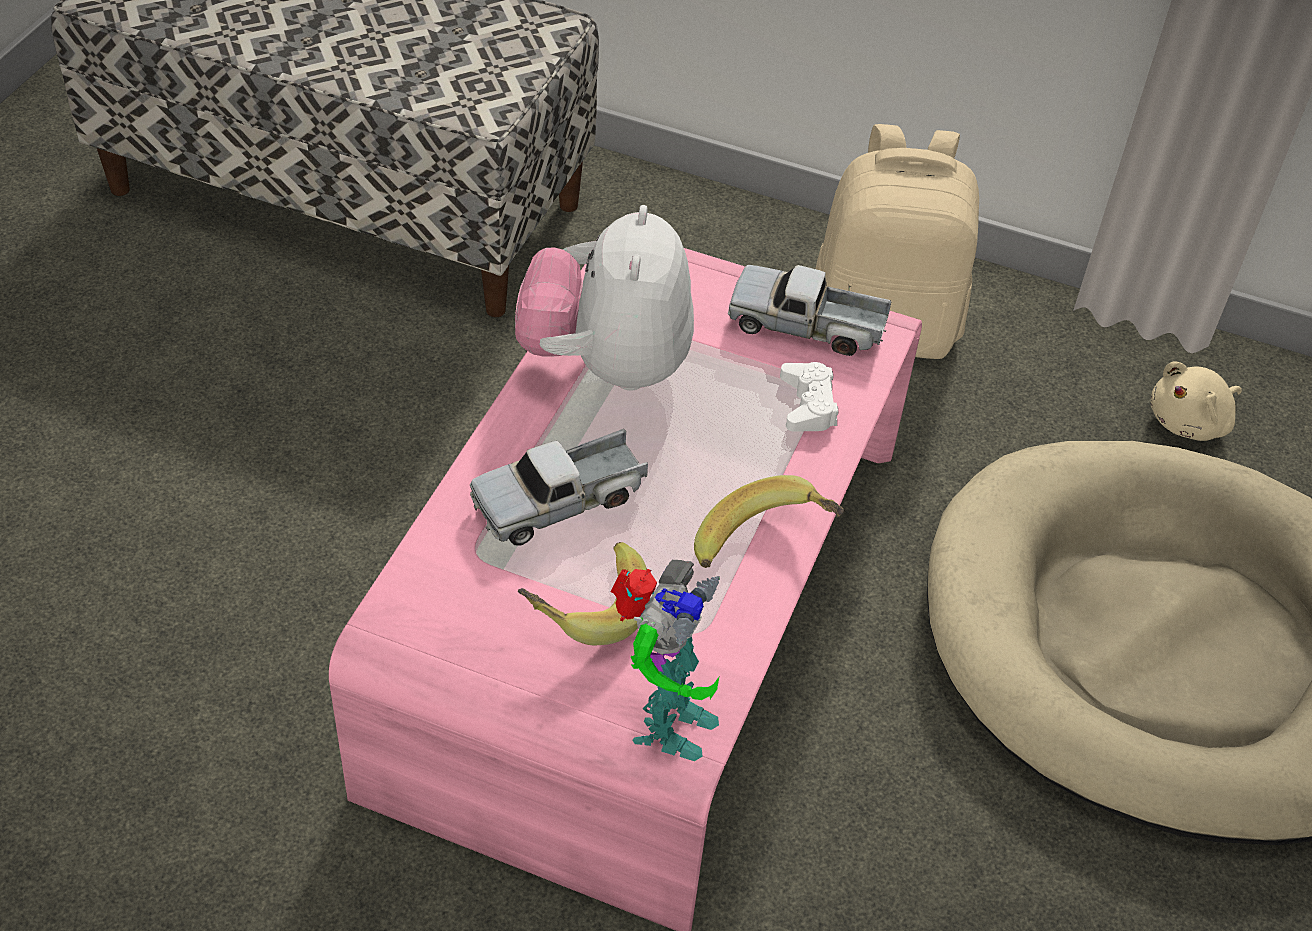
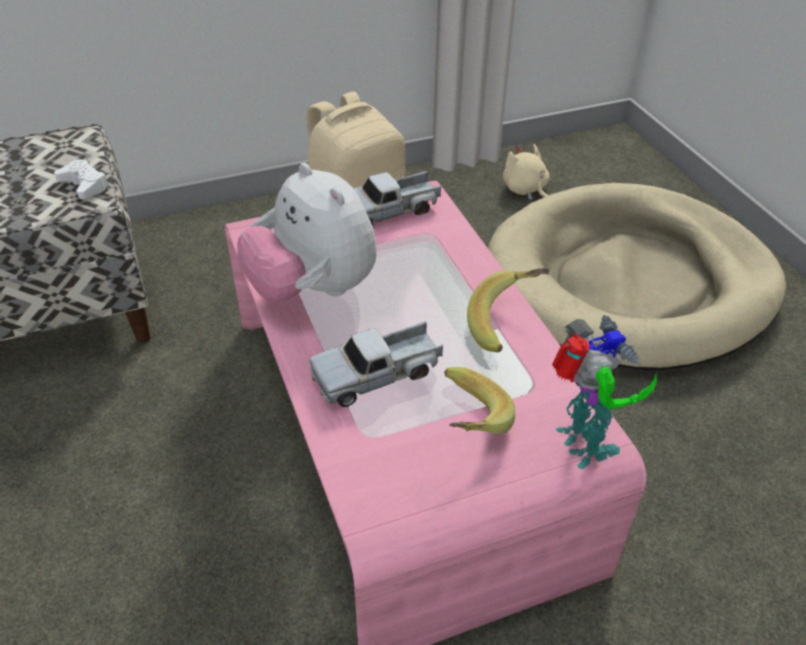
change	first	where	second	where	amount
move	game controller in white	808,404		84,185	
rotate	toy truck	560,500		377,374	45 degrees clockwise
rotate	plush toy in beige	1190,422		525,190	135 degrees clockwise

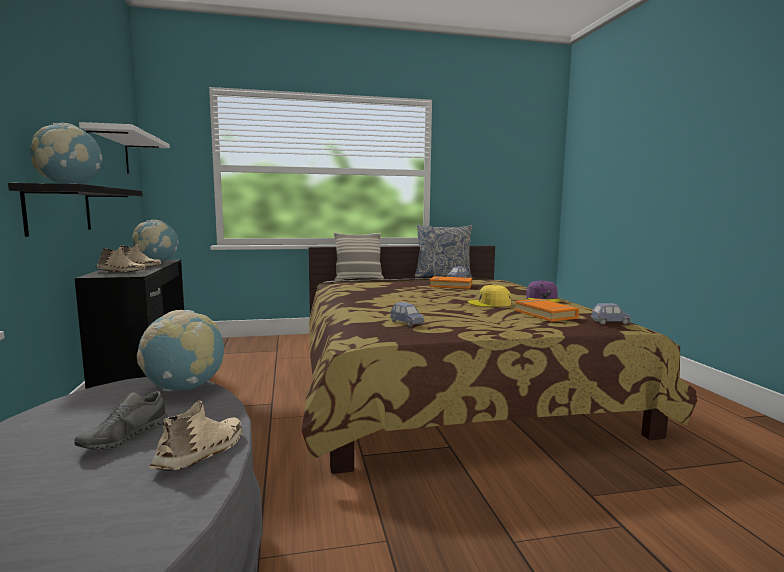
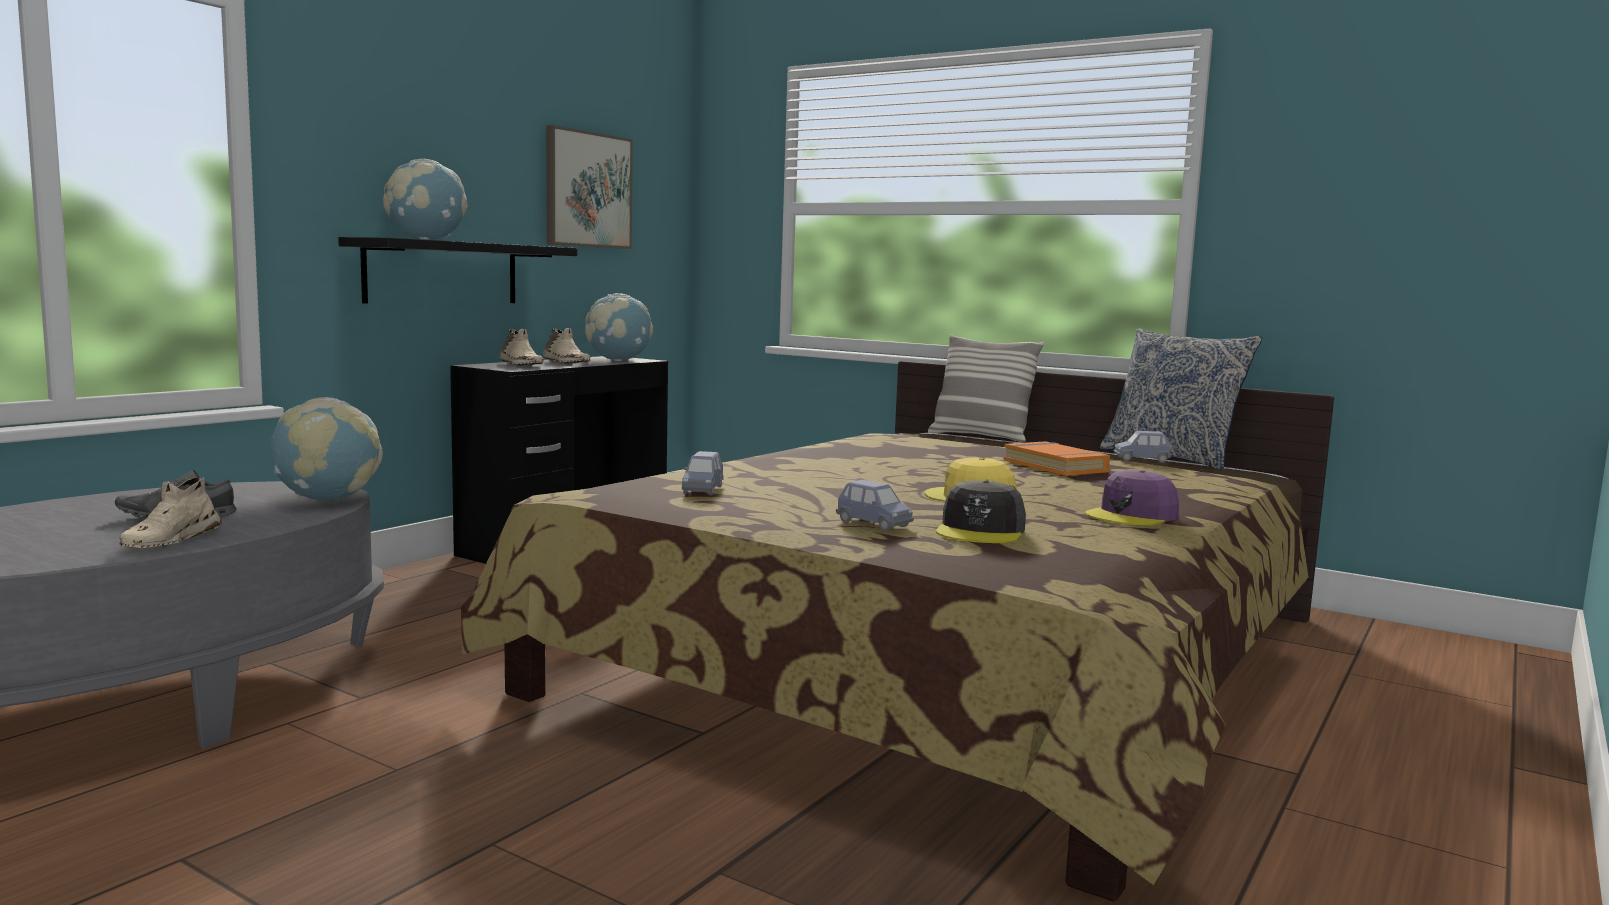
change	first	where	second	where	amount
move	toy car in blue	610,322		873,524	
replace	shelf in white	109,151	picture	588,190	
replace	book in orange	545,314	cap in grey	981,531	
rotate	shoe in beige	203,453		169,541	120 degrees clockwise

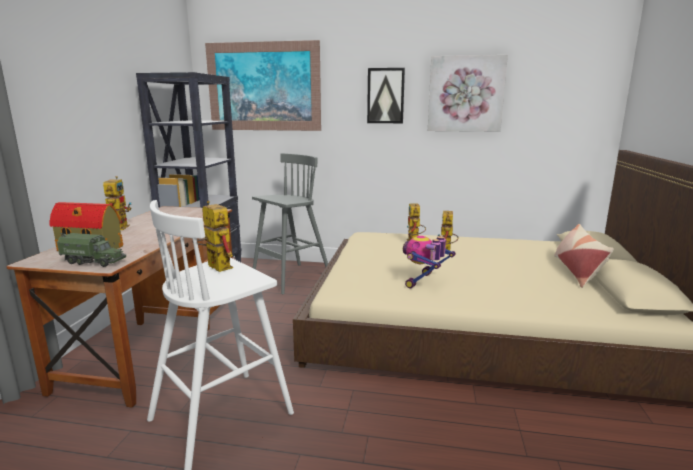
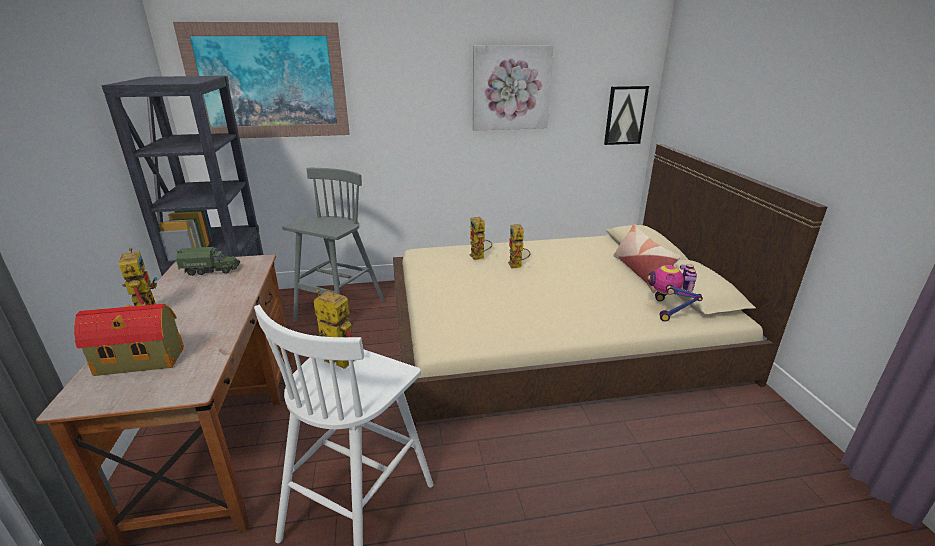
change	first	where	second	where	amount
move	toy truck	94,261		211,270	
move	picture	385,96		625,115	
move	toy robot	424,282		668,310	

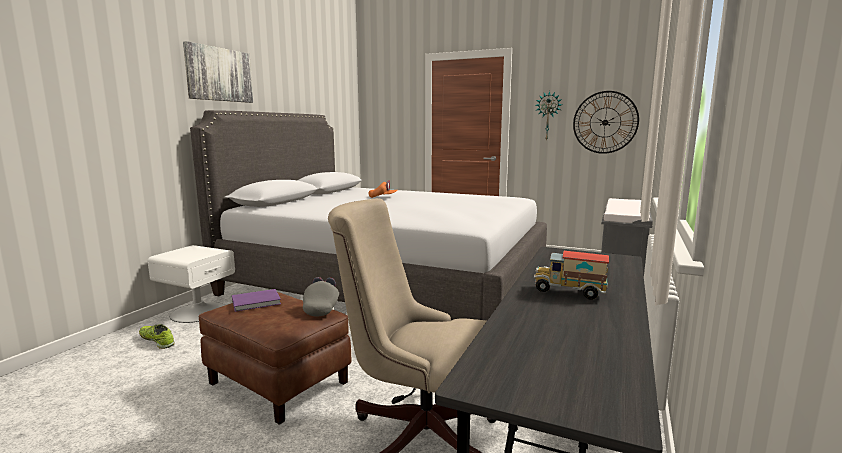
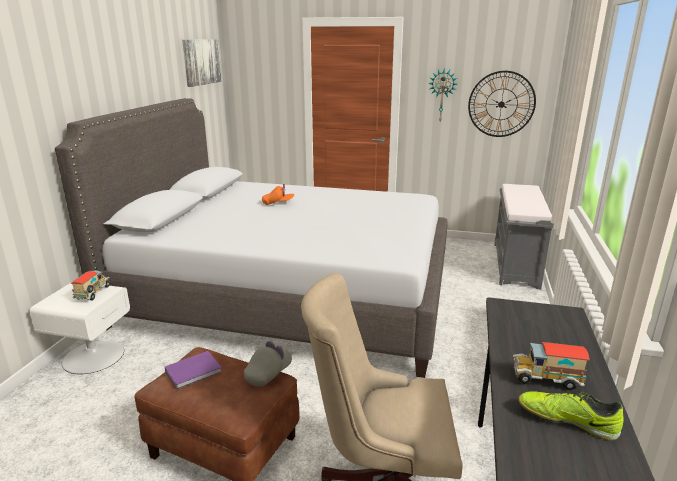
change	first	where	second	where	amount
insert			toy truck	93,294	
move	shoe	157,341		566,420	
move	picture	219,74		201,62	
rotate	cap in grey	322,308		268,373	45 degrees clockwise

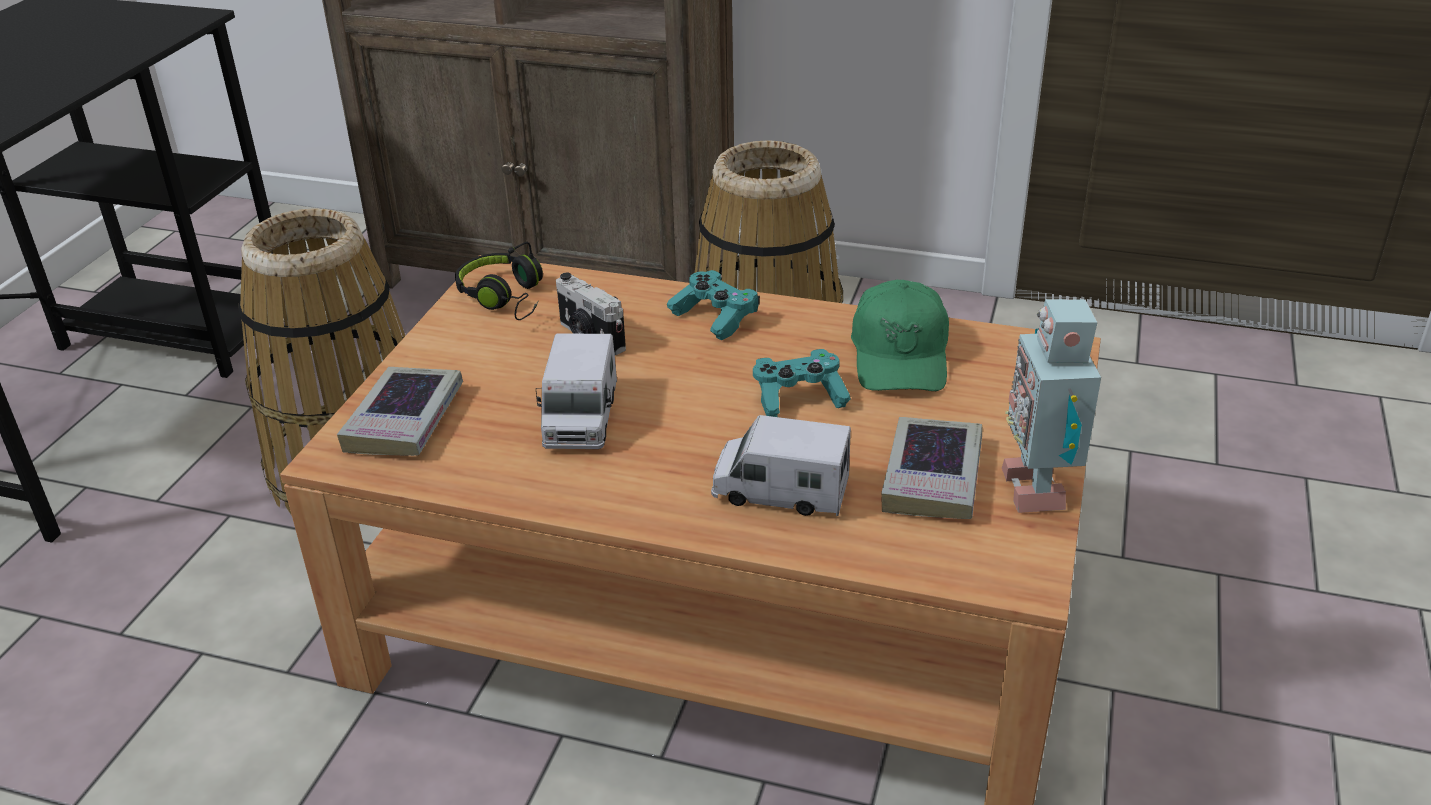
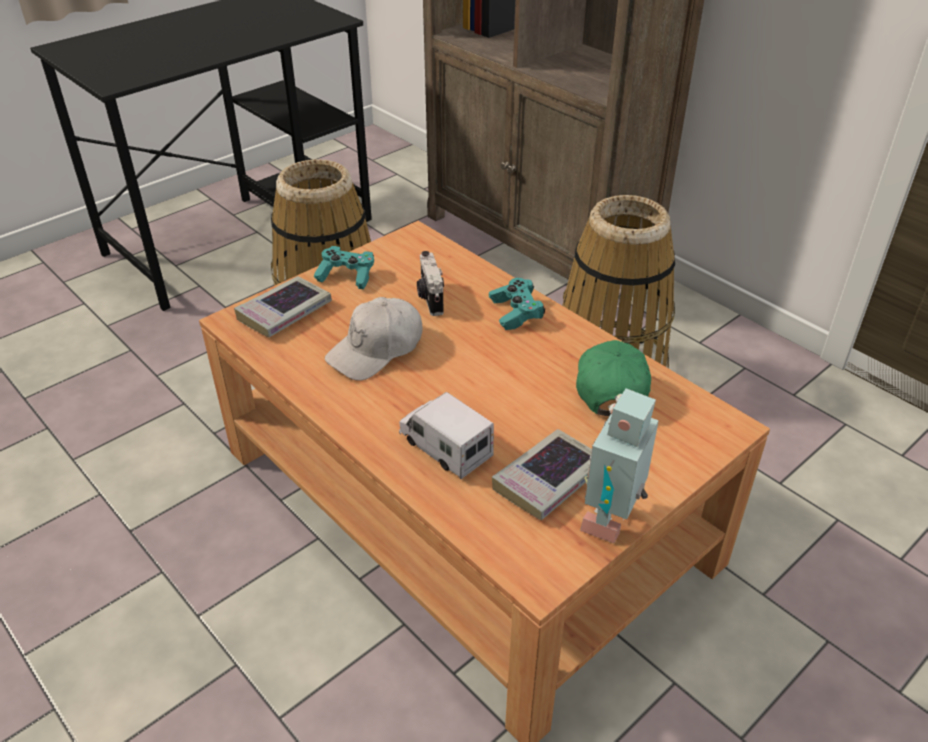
change	first	where	second	where	amount
delete	headphones in black	506,298			
move	game controller in turquoise	798,398		347,276	
replace	toy truck	580,418	cap in white	376,350	
rotate	cap in green	900,355		610,385	150 degrees clockwise

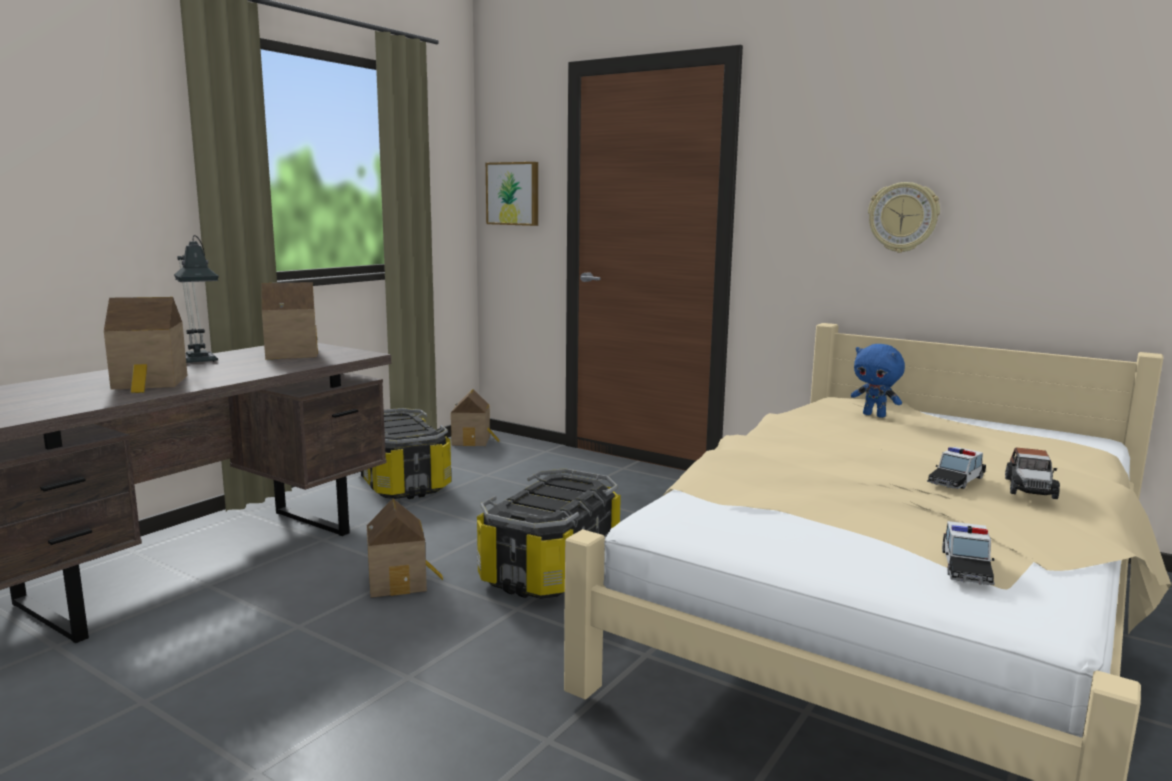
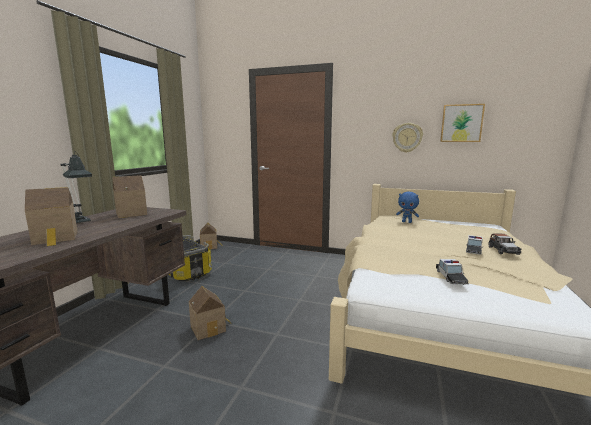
change	first	where	second	where	amount
delete	storage box	552,569			
move	picture	514,193		461,123	
move	toy car	965,567		450,277	

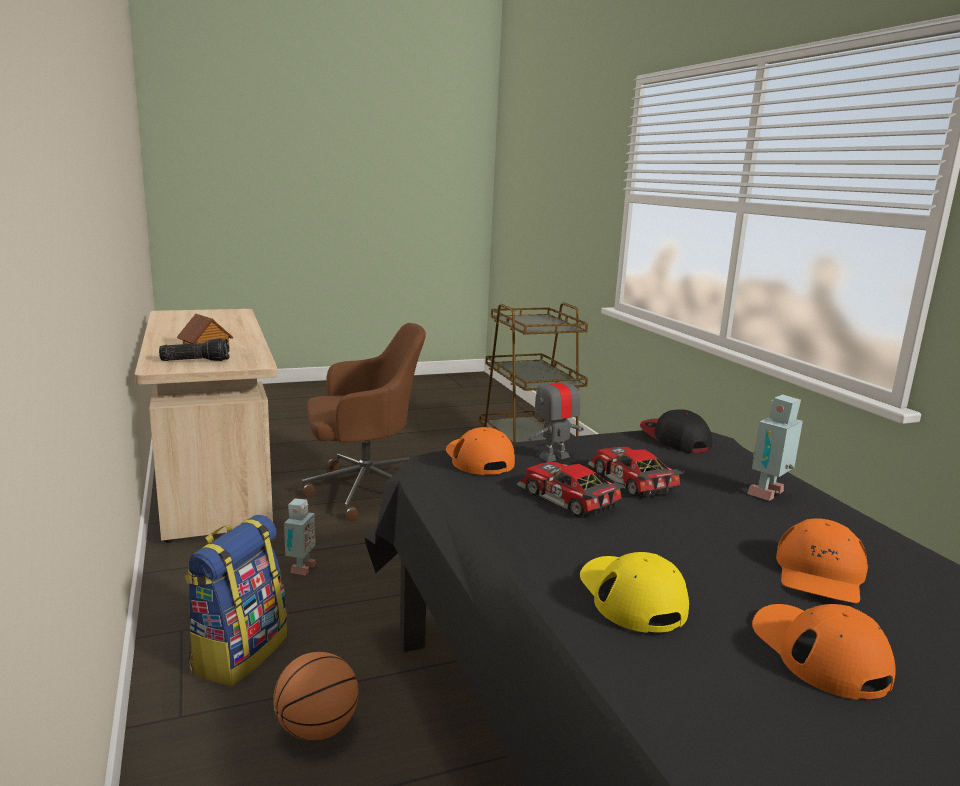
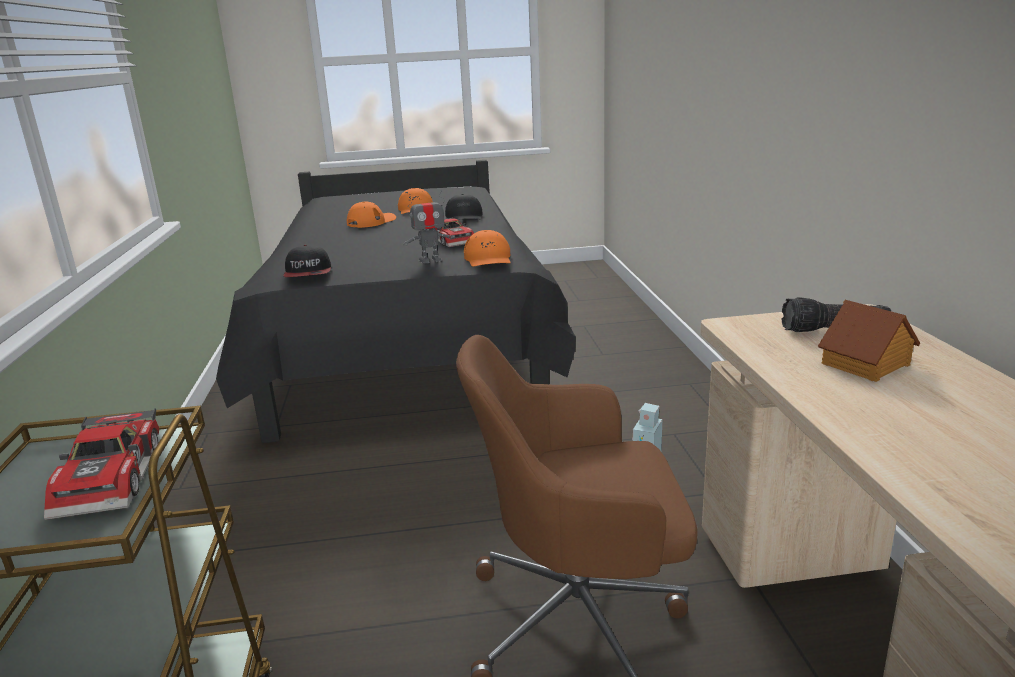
change	first	where	second	where	amount
delete	backpack	239,653			
delete	basketball	317,729			
delete	toy robot	769,494			
move	toy car	630,481		115,477	
recolor	cap in yellow	631,596	cap in black	464,217	

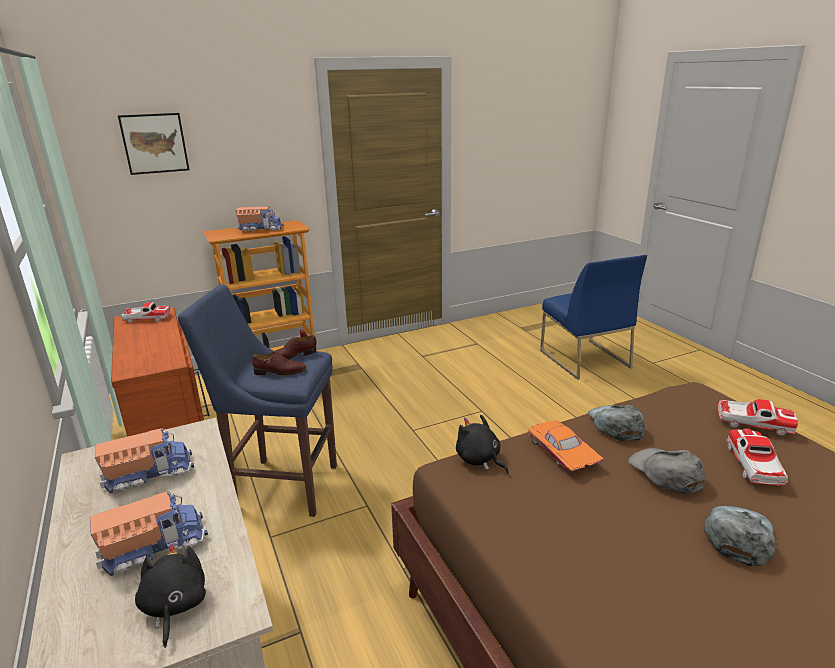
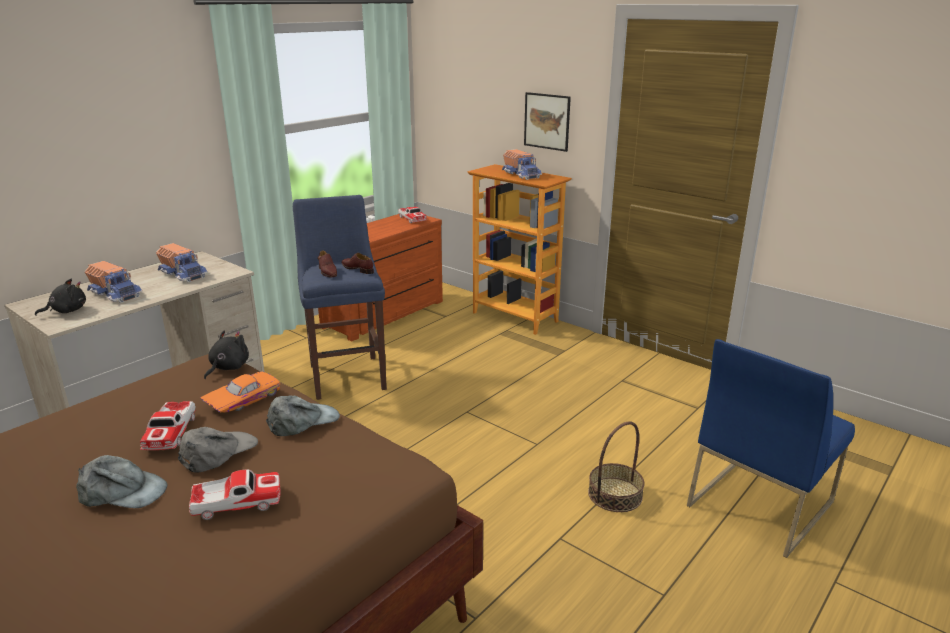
change	first	where	second	where	amount
insert			basket	615,495	
move	picture	154,143		547,121	
move	toy car	753,423		170,432	

